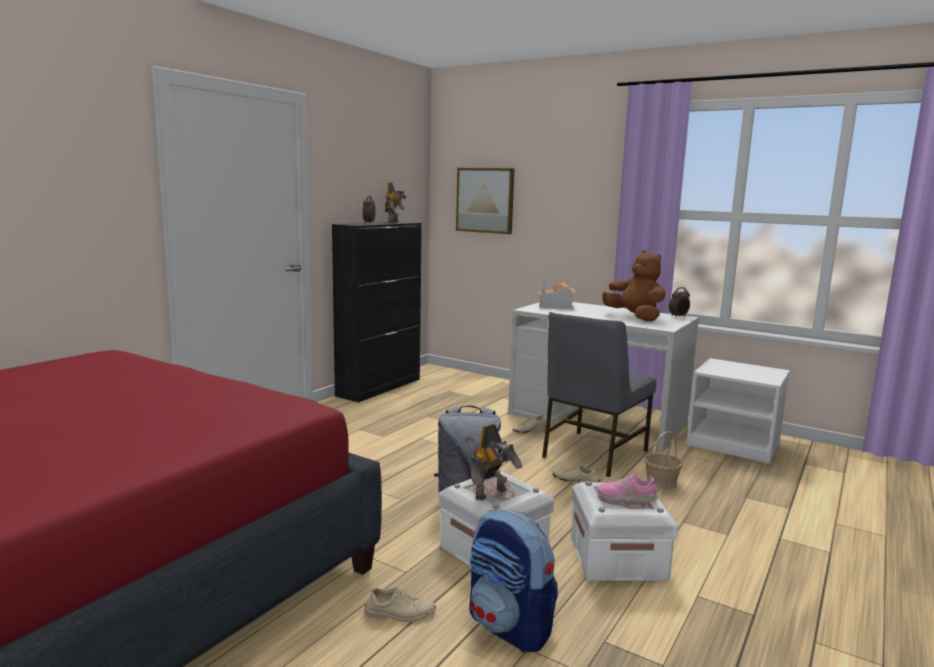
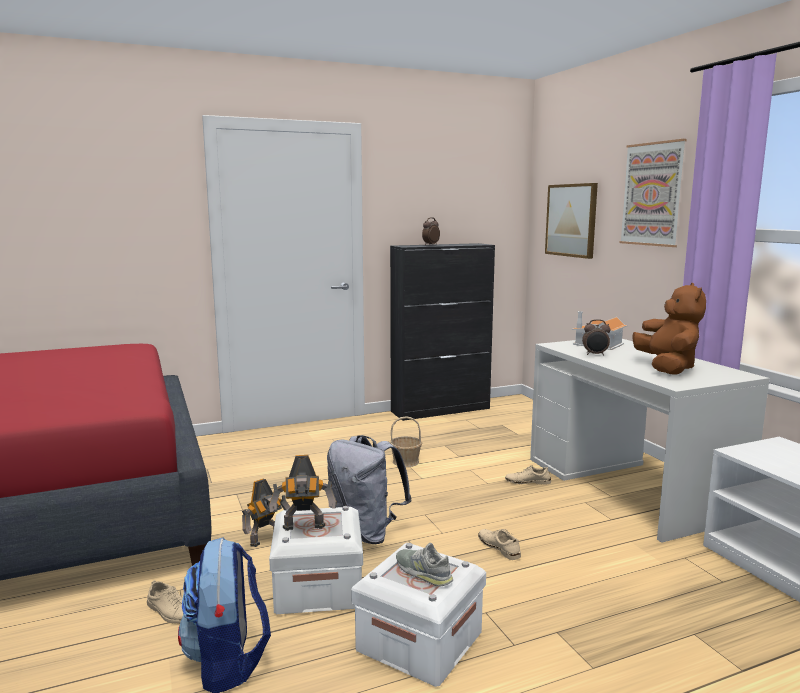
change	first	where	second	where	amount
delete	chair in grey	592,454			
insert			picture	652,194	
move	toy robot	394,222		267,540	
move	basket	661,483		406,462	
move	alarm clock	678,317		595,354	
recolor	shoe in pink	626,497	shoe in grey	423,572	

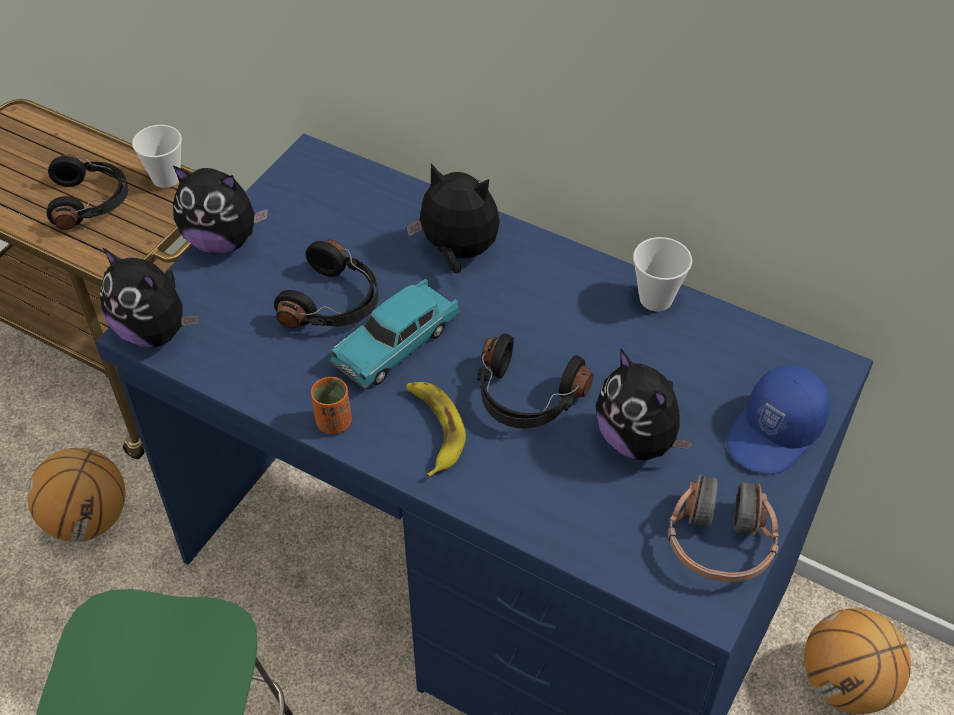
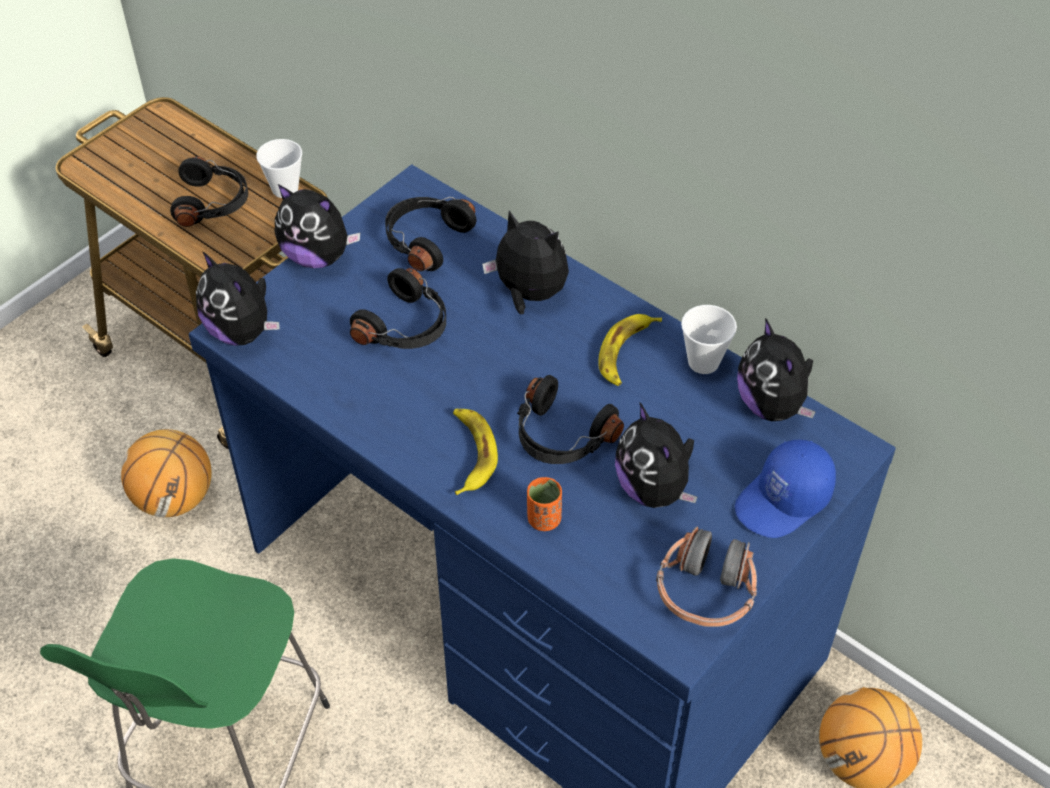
change	first	where	second	where	amount
delete	toy car in turquoise	396,345			
insert			headphones in black	425,240	
insert			banana	626,352	
insert			plush toy	772,405	
move	cup in orange	334,422		544,519	

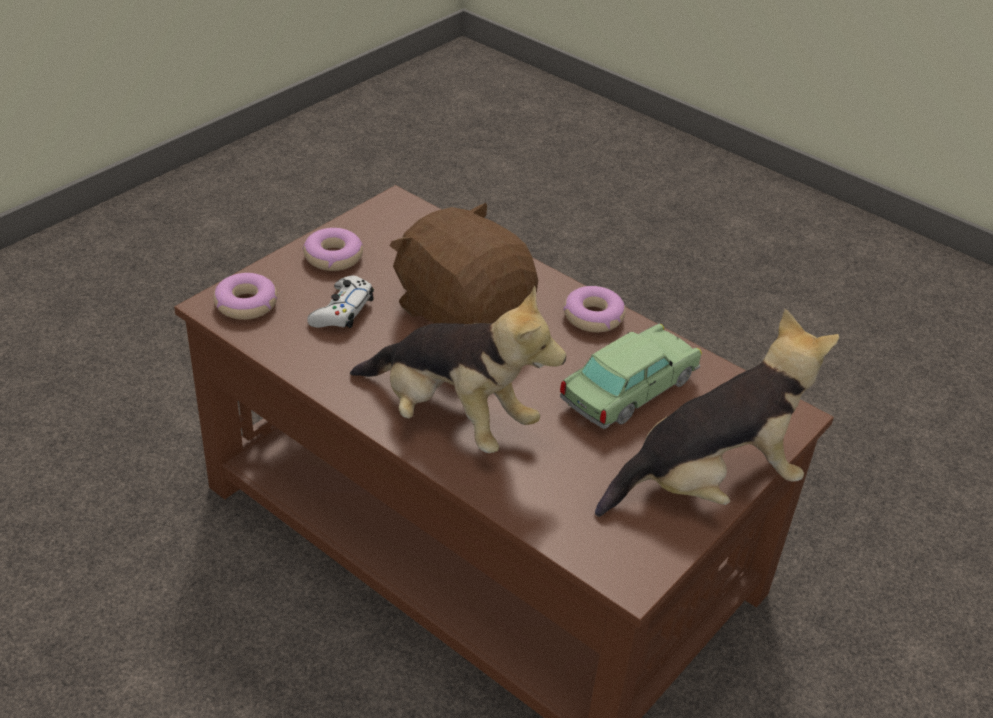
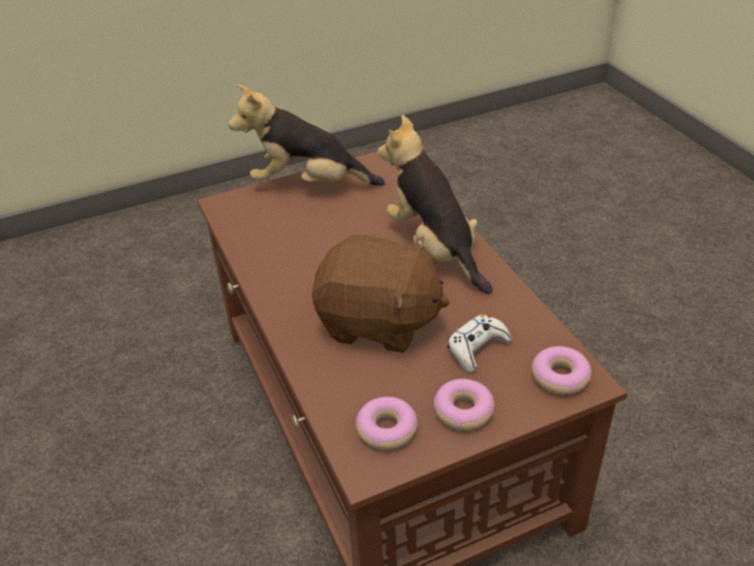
change	first	where	second	where	amount
delete	toy car	628,391			
move	donut	593,317		386,429	
rotate	plush toy in brown	462,313		378,322	60 degrees counterclockwise

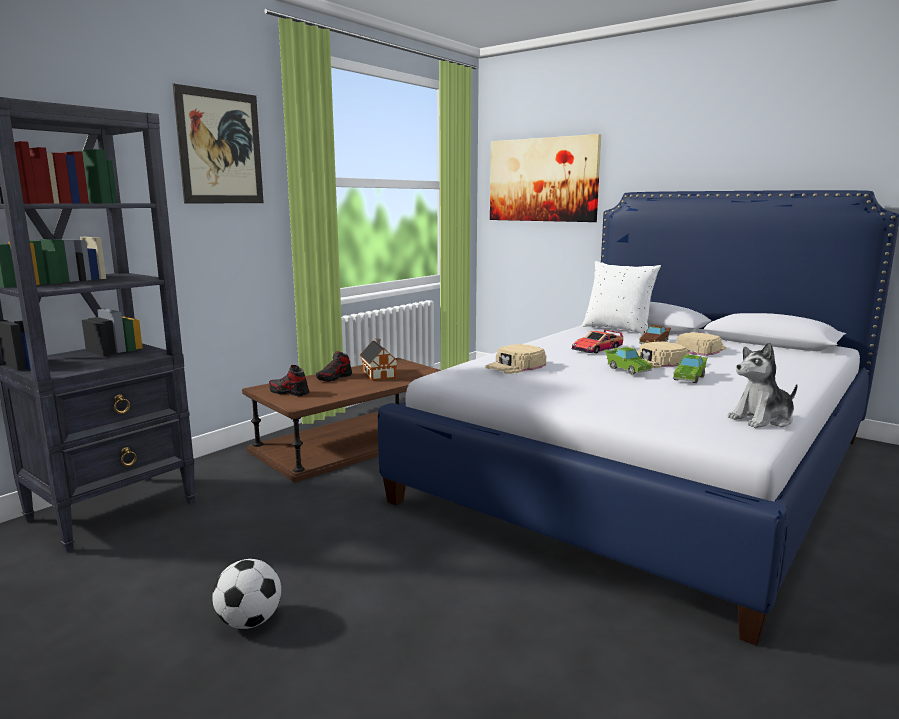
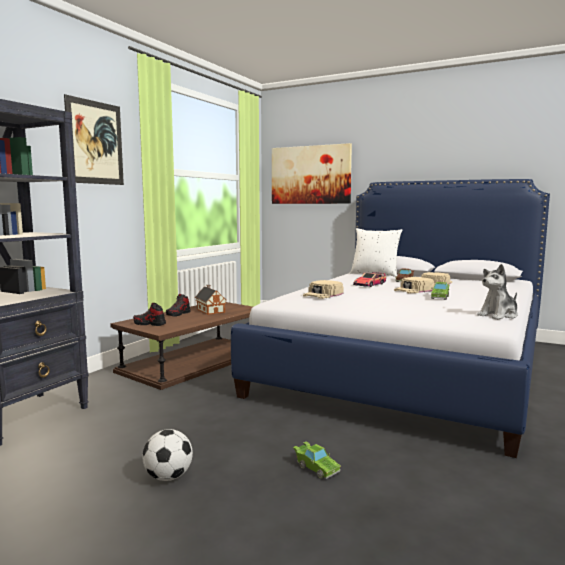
change	first	where	second	where	amount
move	toy car in green	626,369		316,468	

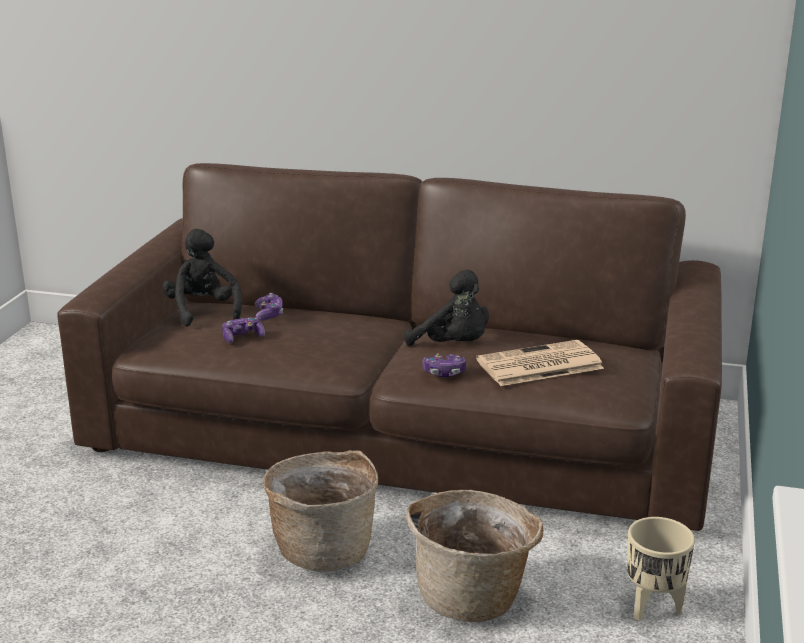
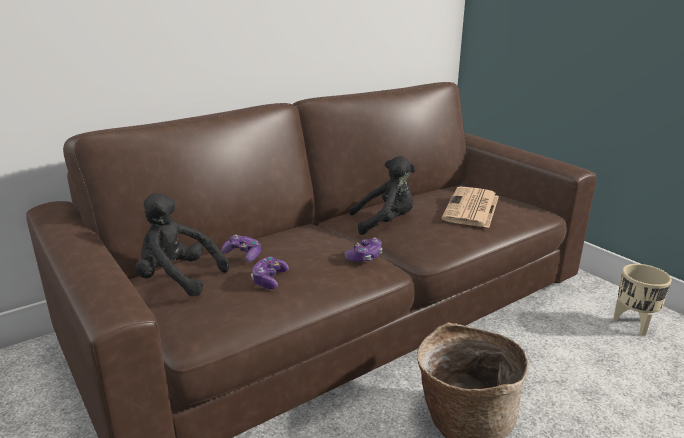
change	first	where	second	where	amount
delete	basket	473,595			
move	game controller	444,372		365,257	

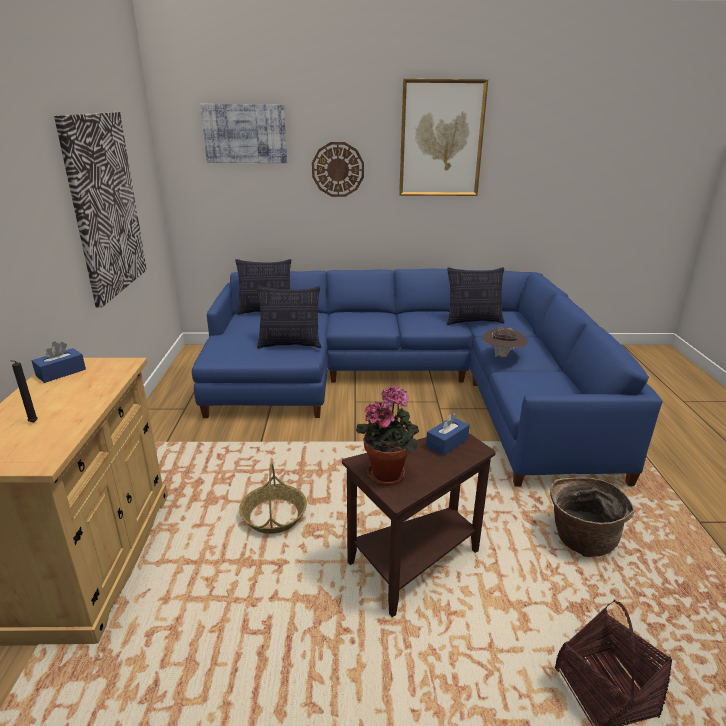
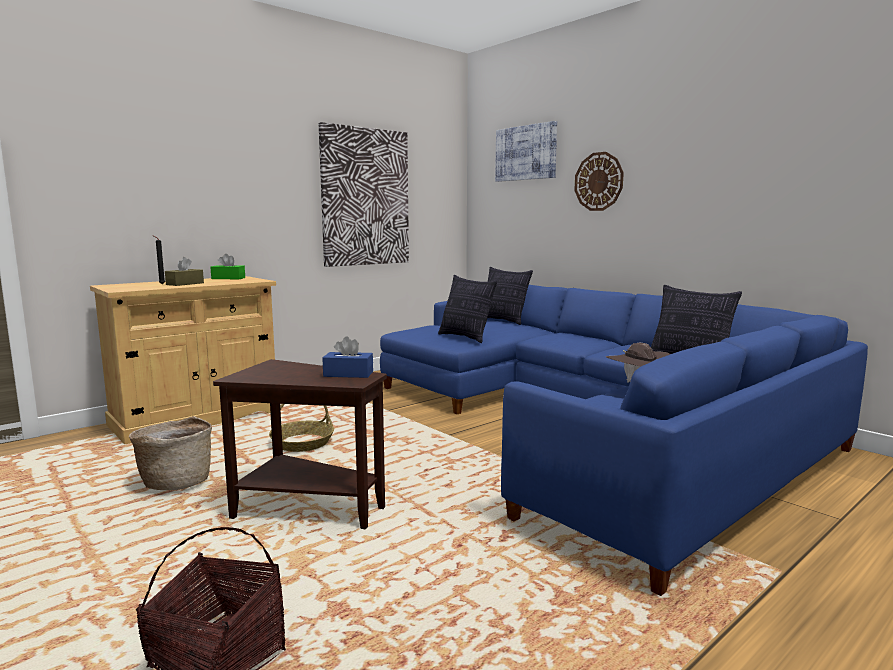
change	first	where	second	where	amount
delete	potted plant	388,473			
delete	picture	441,139			
insert			tissue box in brown	185,284	
move	basket	580,539		176,482	
recolor	tissue box in blue	61,372	tissue box in green	228,278	

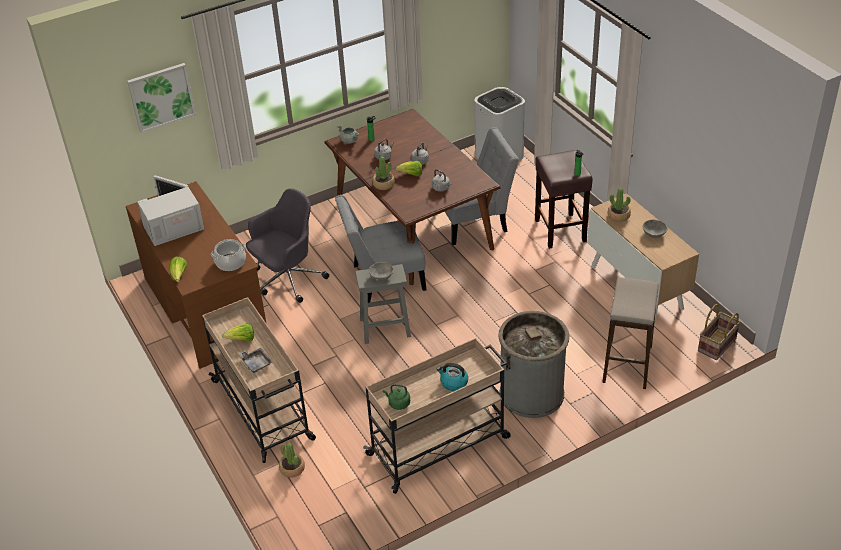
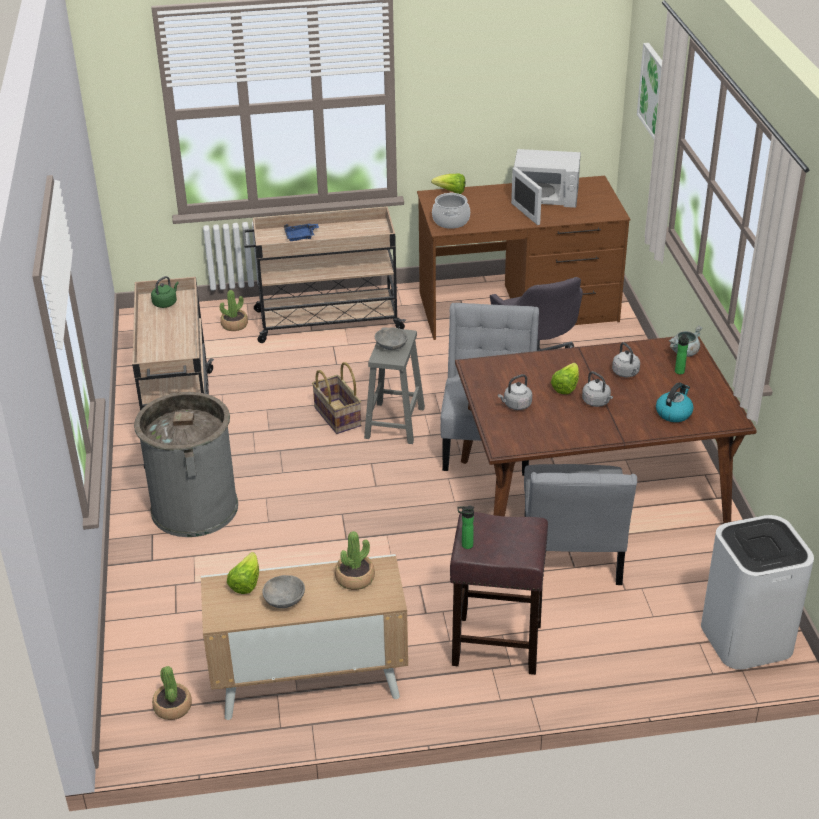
change	first	where	second	where	amount
delete	stool	627,364			
move	lettuce	242,340		246,583	
move	potted plant	383,184		172,707	
move	kettle	453,382		673,413	
move	basket	717,345		336,417	
recolor	tray in grey	256,363	tray in blue	301,236	
rotate	microwave in white	174,226		543,197	105 degrees clockwise

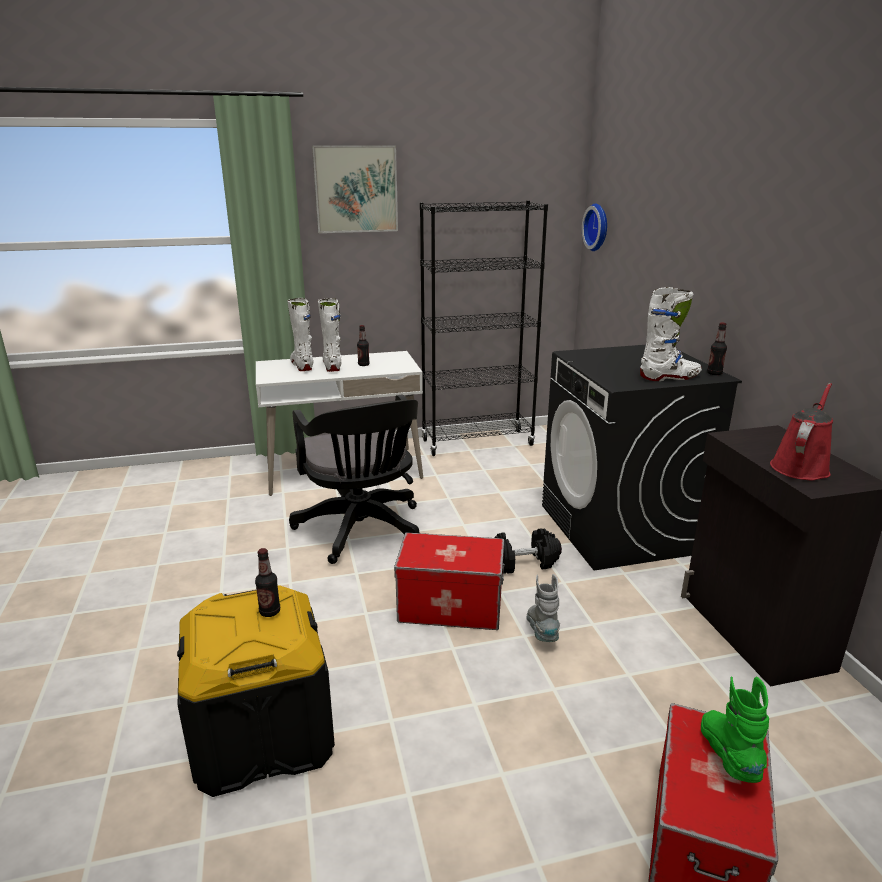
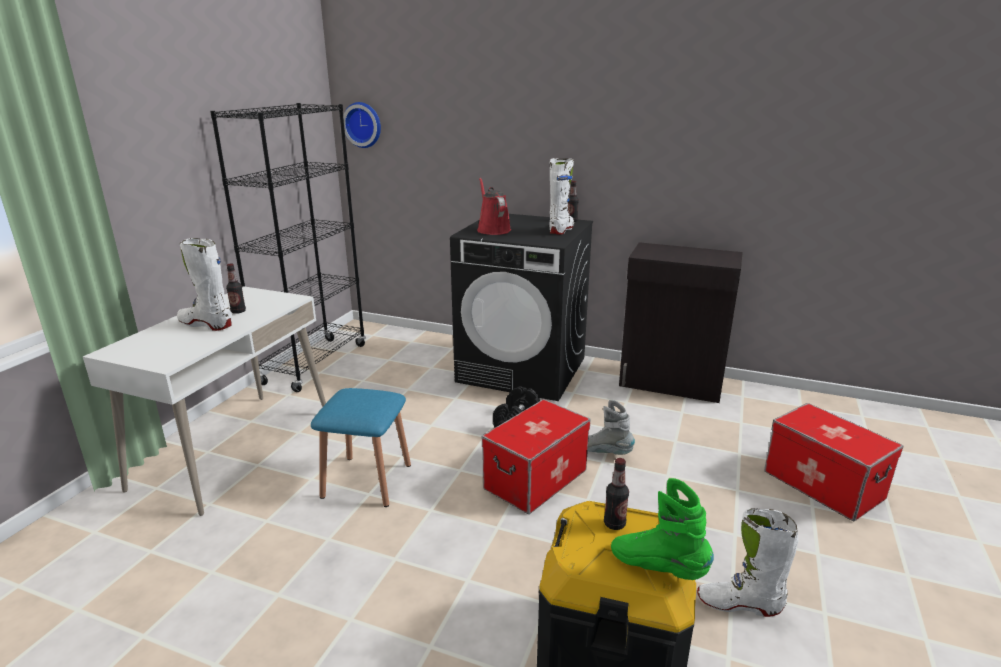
change	first	where	second	where	amount
delete	picture	356,189			
move	boot in white	302,366		739,604	
move	boot in green	728,756		658,567	
move	watering can in red	800,466		492,229	
replace	office chair in black	362,531	stool in blue	367,480	

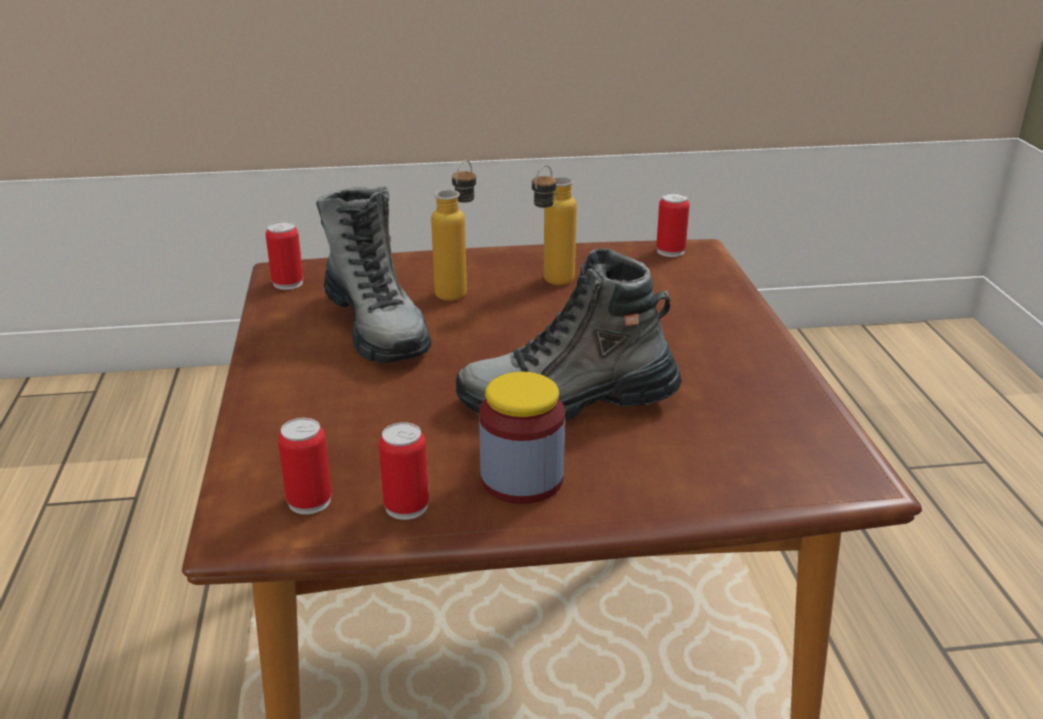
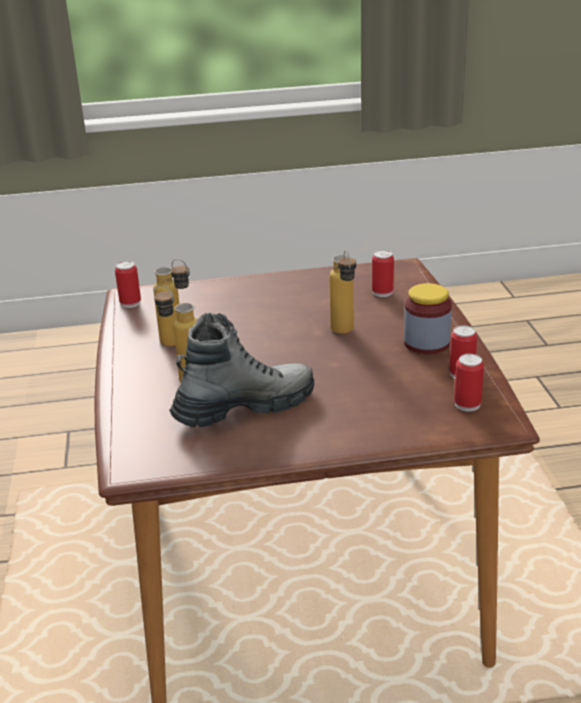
change	first	where	second	where	amount
move	can	288,283		382,292	
replace	boot	567,402	bottle	344,333	

